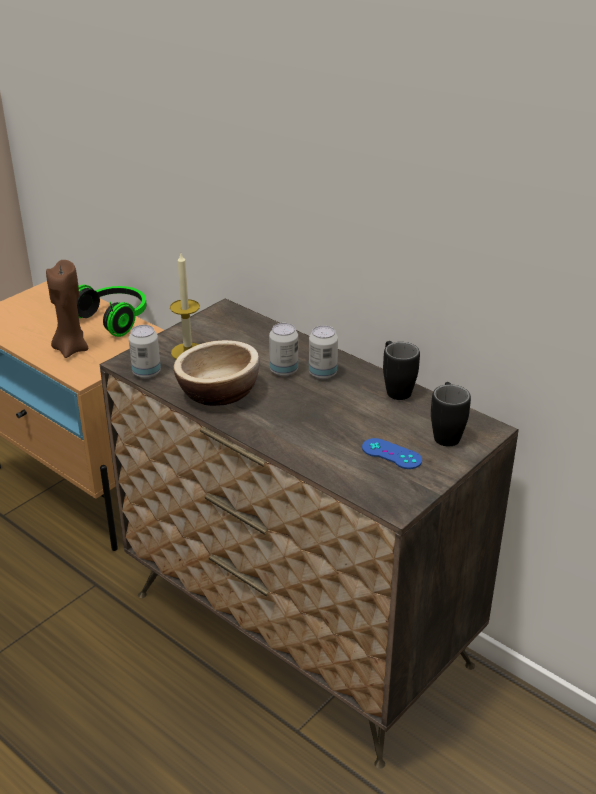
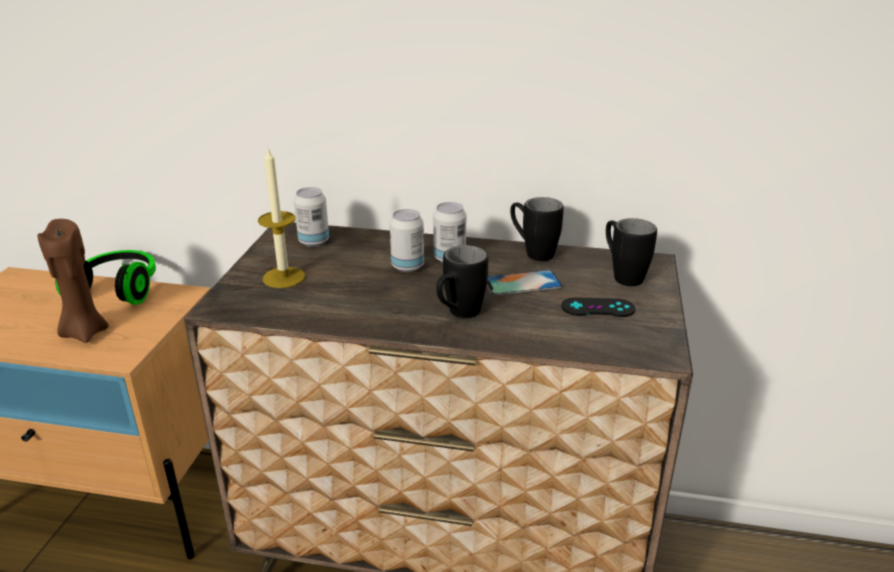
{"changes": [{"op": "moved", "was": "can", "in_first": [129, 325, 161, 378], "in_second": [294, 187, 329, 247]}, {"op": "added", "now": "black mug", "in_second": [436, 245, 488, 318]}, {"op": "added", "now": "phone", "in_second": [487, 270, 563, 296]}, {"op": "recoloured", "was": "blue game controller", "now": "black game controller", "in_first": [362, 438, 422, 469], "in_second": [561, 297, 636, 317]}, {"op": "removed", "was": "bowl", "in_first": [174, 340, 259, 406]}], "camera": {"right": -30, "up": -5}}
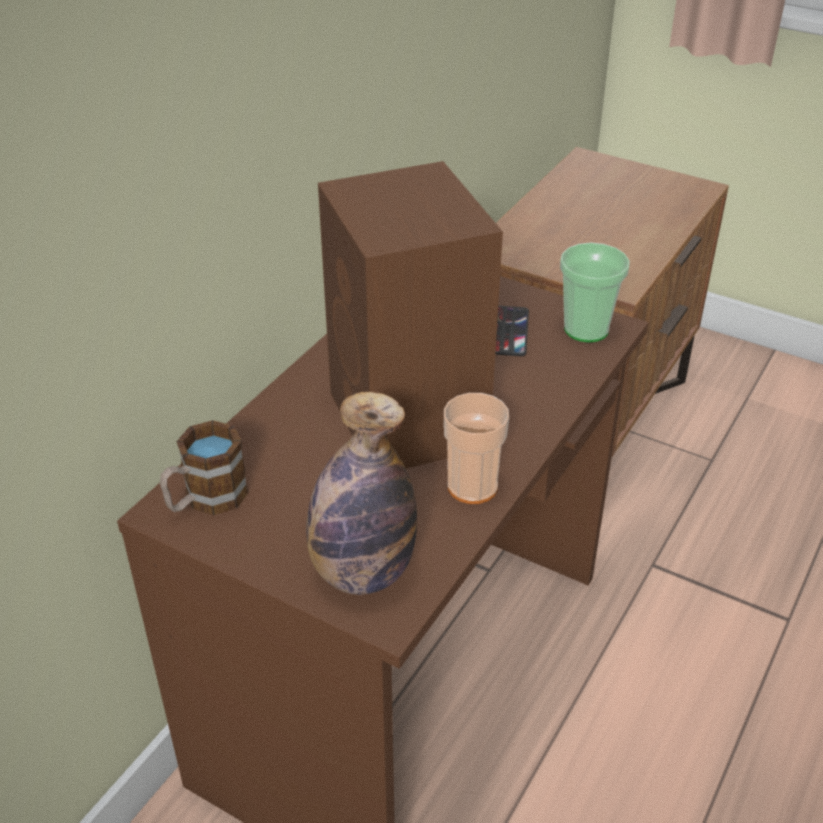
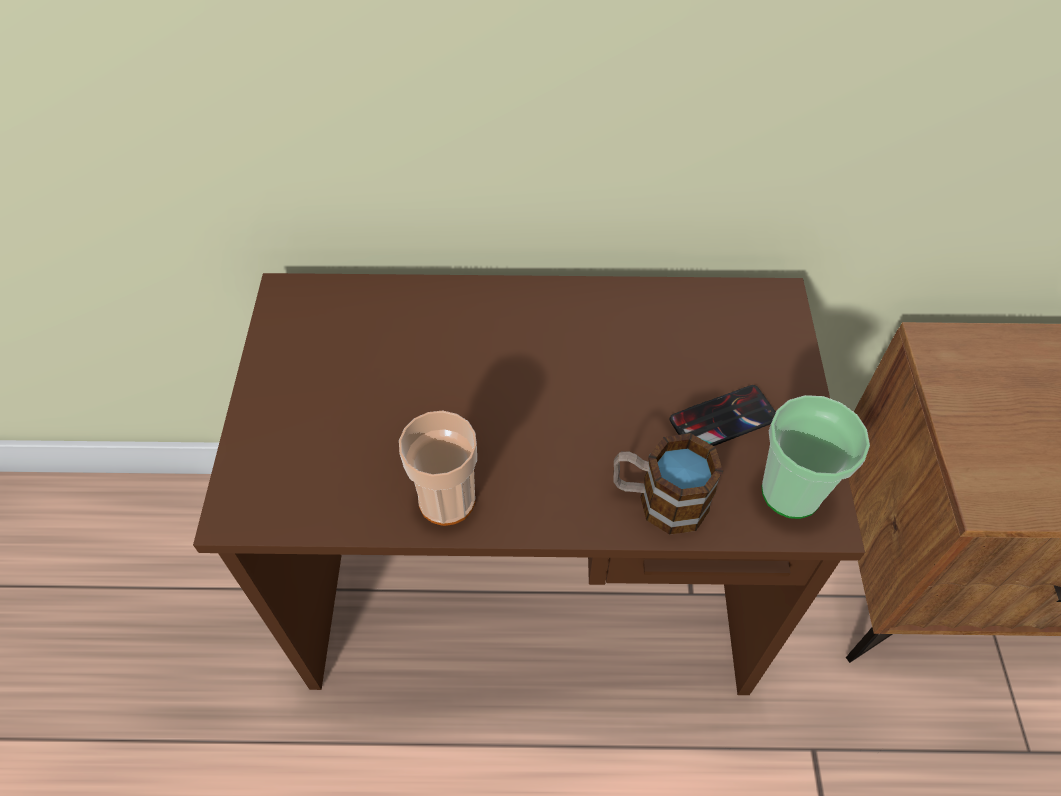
{"changes": [{"op": "moved", "was": "mug", "in_first": [160, 420, 249, 515], "in_second": [613, 433, 723, 535]}, {"op": "removed", "was": "bottle", "in_first": [306, 392, 417, 595]}, {"op": "removed", "was": "brown speaker", "in_first": [318, 161, 503, 469]}], "camera": {"right": 60, "up": 15}}
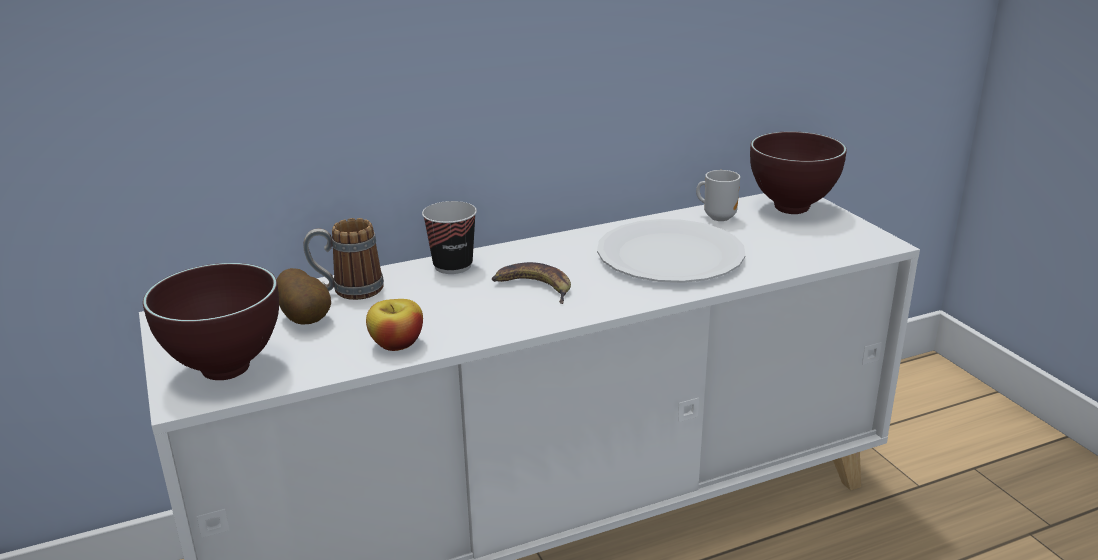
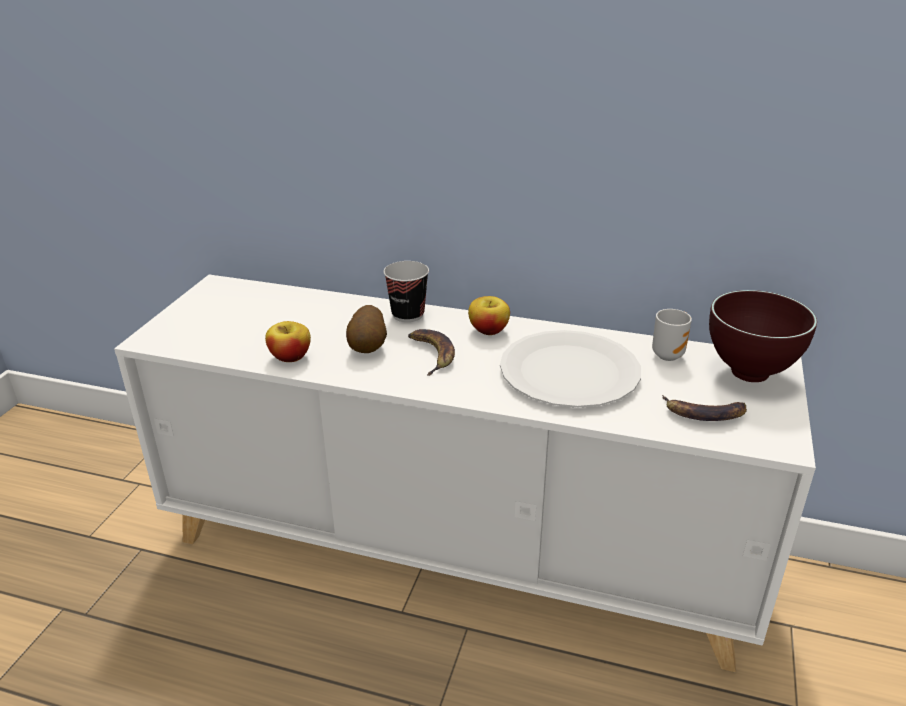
{"changes": [{"op": "moved", "was": "potato", "in_first": [277, 268, 331, 325], "in_second": [346, 305, 387, 353]}, {"op": "added", "now": "apple", "in_second": [468, 296, 510, 335]}, {"op": "added", "now": "banana", "in_second": [662, 395, 747, 421]}, {"op": "removed", "was": "brown bowl", "in_first": [143, 263, 279, 380]}, {"op": "removed", "was": "mug", "in_first": [304, 218, 384, 300]}], "camera": {"right": 40, "up": 5}}
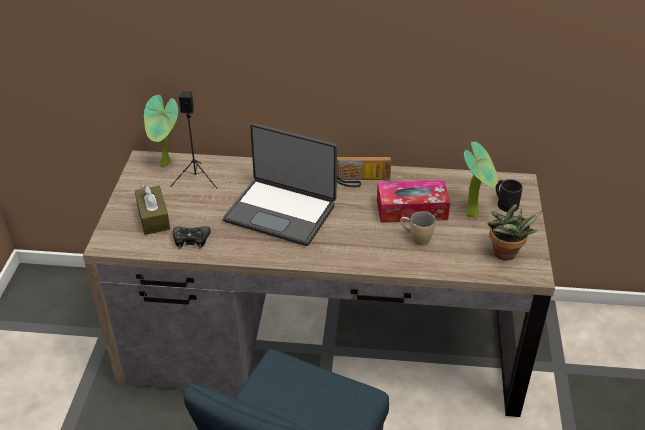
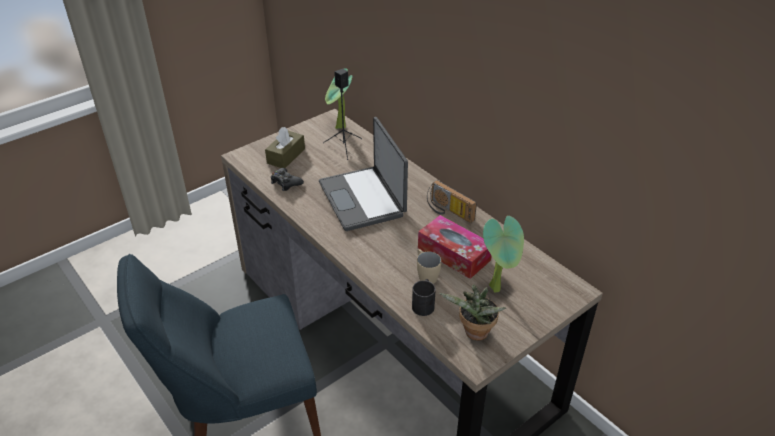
{"changes": [{"op": "moved", "was": "black mug", "in_first": [496, 179, 523, 212], "in_second": [412, 279, 436, 316]}], "camera": {"right": 45, "up": 0}}
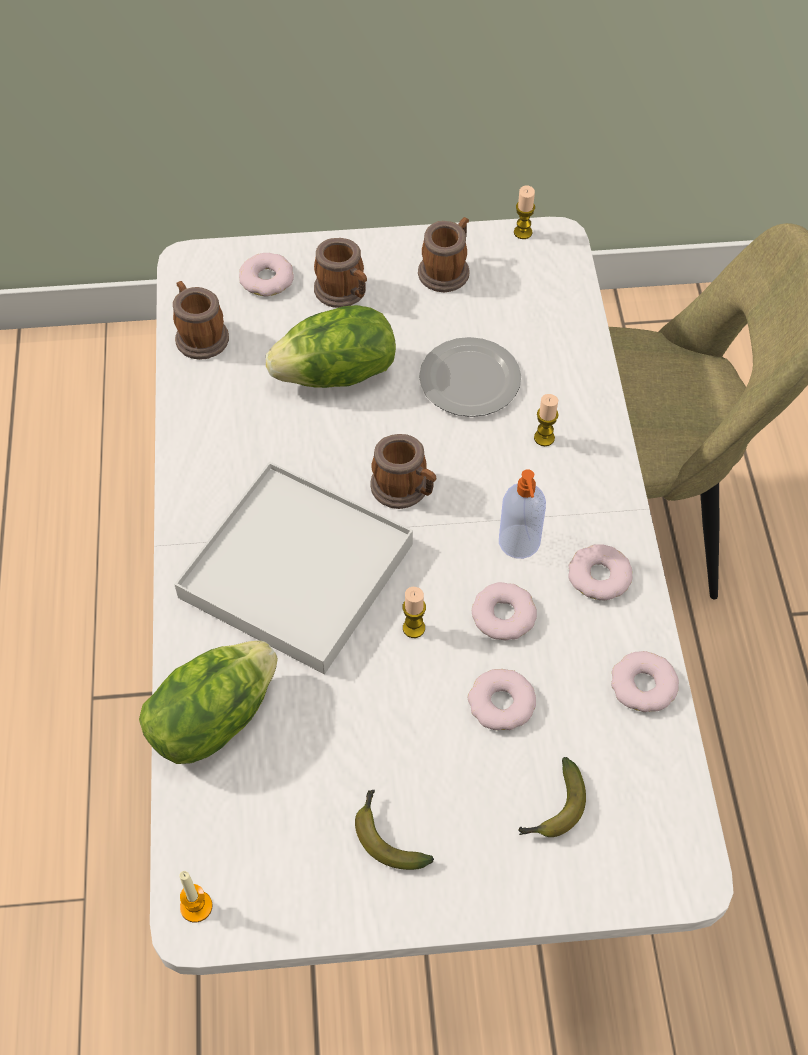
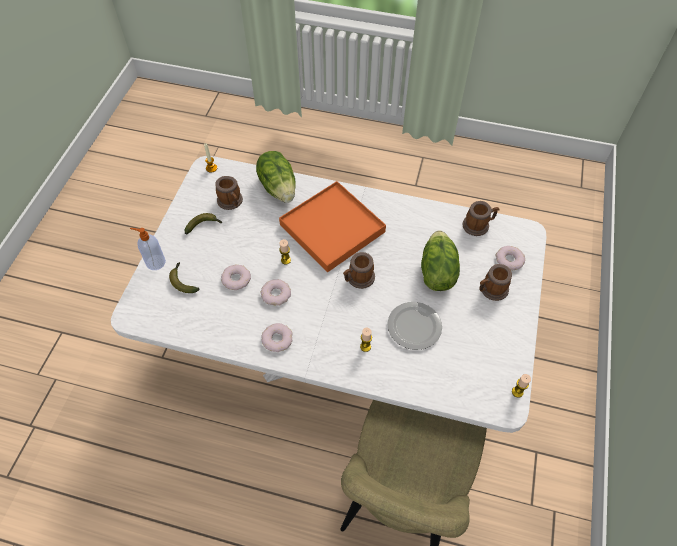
{"changes": [{"op": "moved", "was": "soap dispenser", "in_first": [499, 469, 546, 559], "in_second": [130, 228, 166, 270]}, {"op": "moved", "was": "mug", "in_first": [418, 217, 470, 292], "in_second": [215, 176, 243, 210]}, {"op": "recoloured", "was": "white tray", "now": "orange tray", "in_first": [174, 461, 413, 674], "in_second": [279, 181, 386, 273]}, {"op": "removed", "was": "donut", "in_first": [611, 651, 679, 712]}], "camera": {"right": 110, "up": 0}}
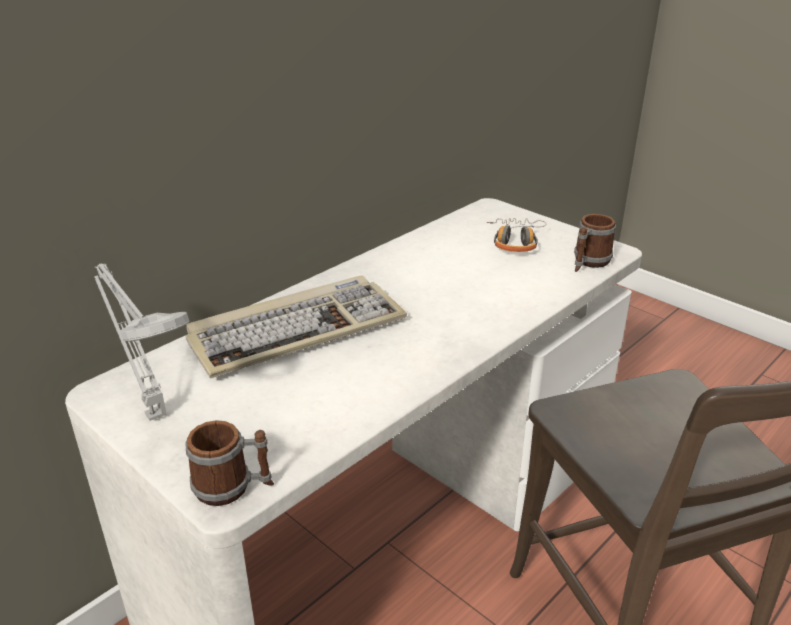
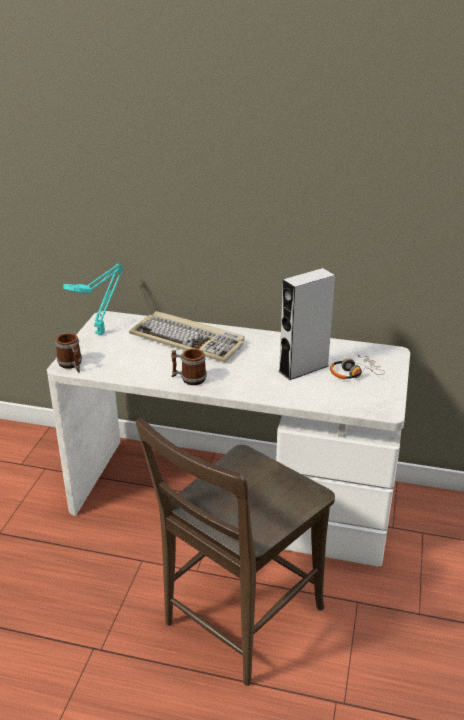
{"changes": [{"op": "recoloured", "was": "grey table lamp", "now": "turquoise table lamp", "in_first": [94, 263, 190, 421], "in_second": [63, 264, 123, 335]}, {"op": "moved", "was": "mug", "in_first": [574, 214, 616, 272], "in_second": [171, 349, 207, 385]}, {"op": "added", "now": "grey speaker", "in_second": [278, 268, 335, 380]}], "camera": {"right": 60, "up": 0}}
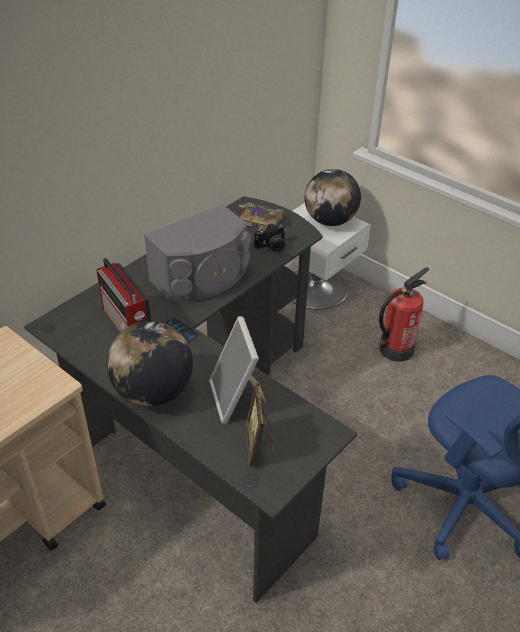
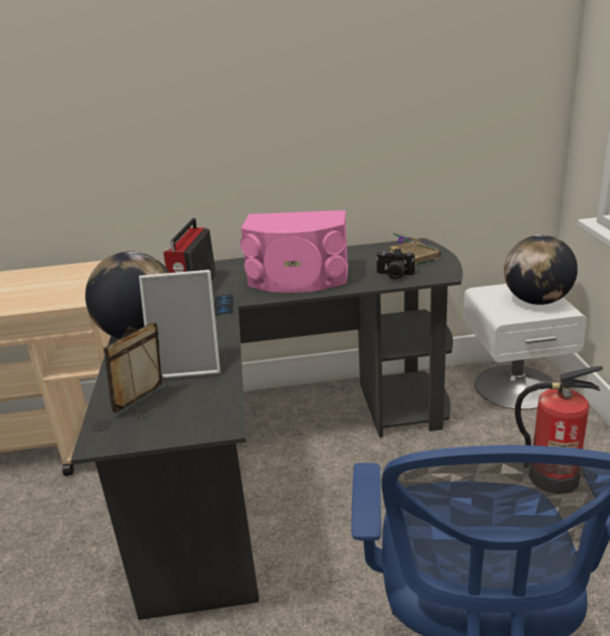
{"changes": [{"op": "turned", "was": "picture frame", "in_first": [209, 316, 266, 424], "in_second": [139, 270, 220, 379], "clockwise": -120}, {"op": "recoloured", "was": "grey speaker", "now": "pink speaker", "in_first": [144, 204, 251, 302], "in_second": [240, 210, 348, 293]}], "camera": {"right": 45, "up": -15}}
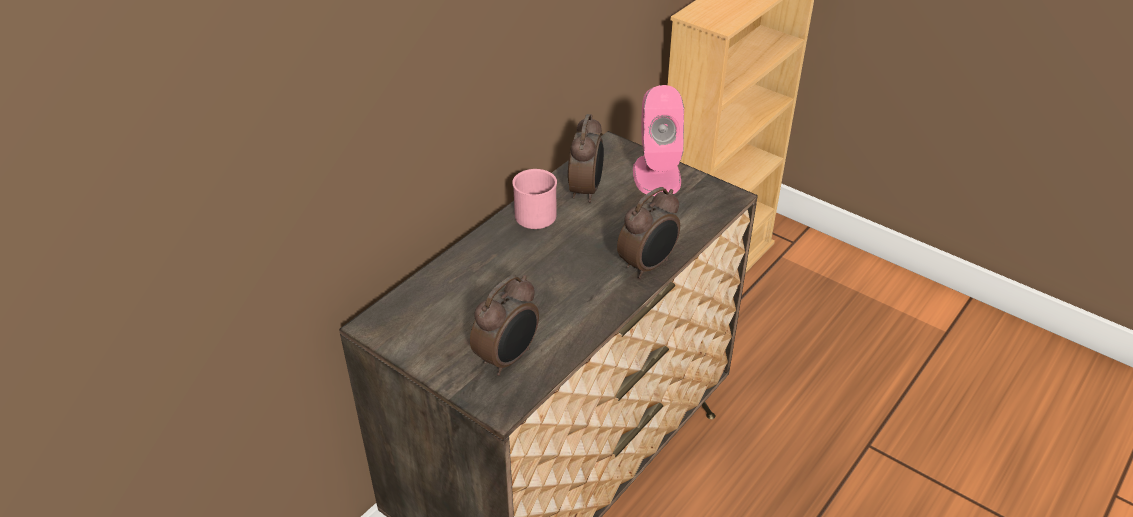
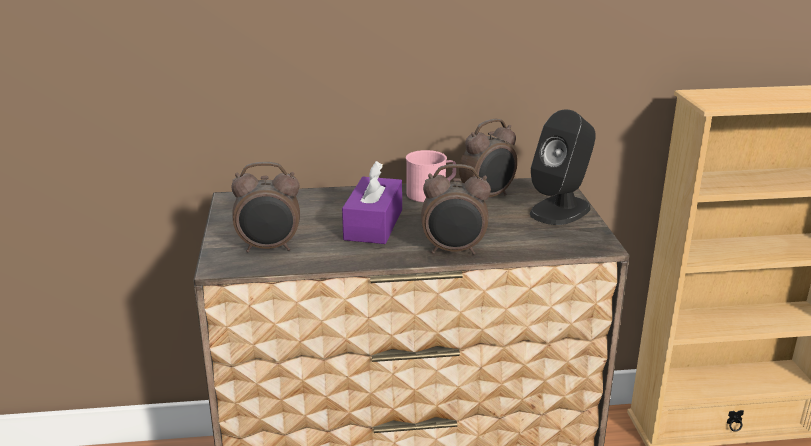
{"changes": [{"op": "added", "now": "purple tissue box", "in_second": [342, 161, 402, 244]}, {"op": "recoloured", "was": "pink speaker", "now": "black speaker", "in_first": [633, 85, 684, 196], "in_second": [530, 109, 596, 225]}], "camera": {"right": 45, "up": -15}}
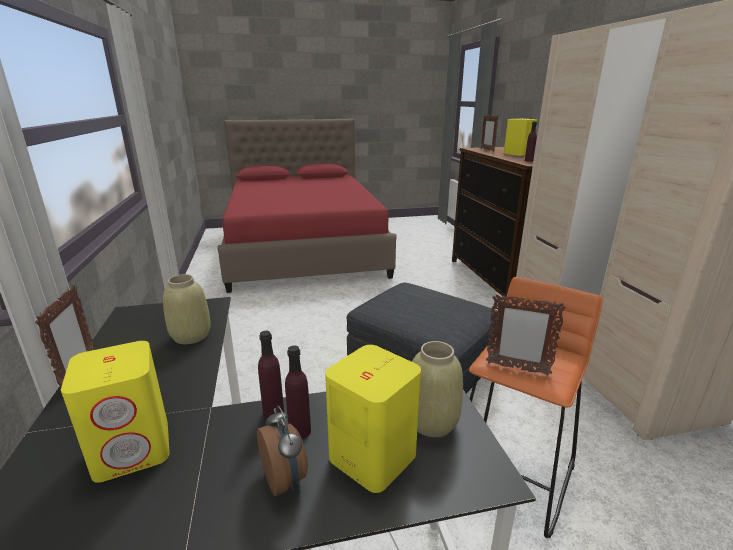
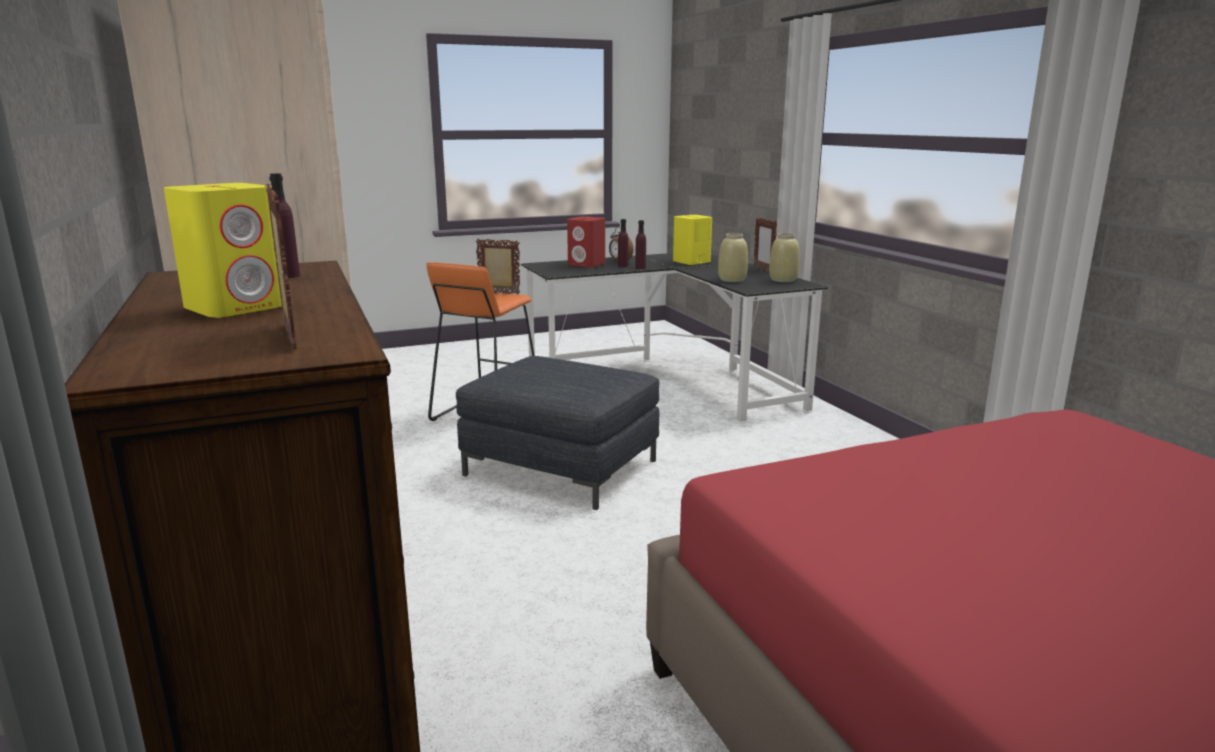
{"changes": [{"op": "recoloured", "was": "yellow speaker", "now": "red speaker", "in_first": [325, 345, 421, 493], "in_second": [567, 216, 605, 267]}, {"op": "moved", "was": "beige vase", "in_first": [412, 341, 463, 437], "in_second": [769, 233, 800, 282]}], "camera": {"right": 170, "up": -5}}
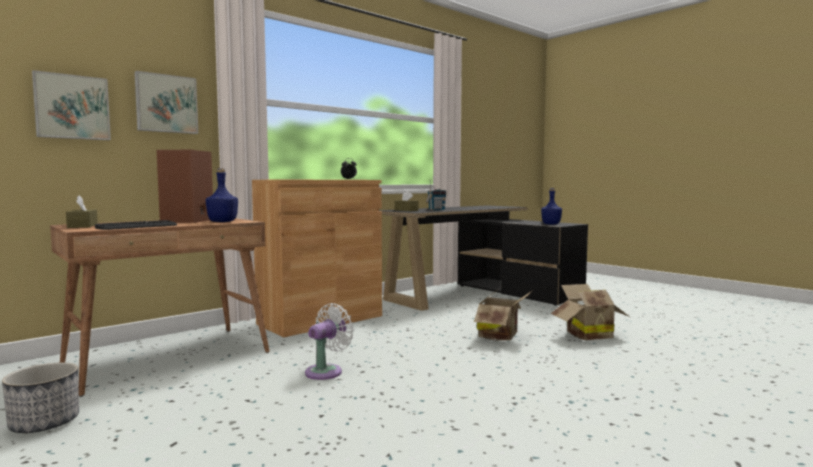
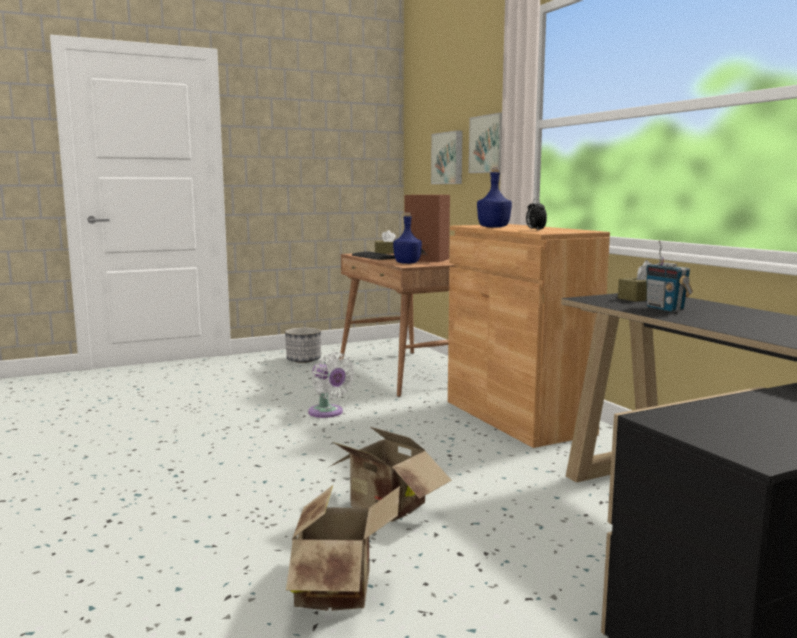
{"changes": [{"op": "moved", "was": "blue bottle", "in_first": [541, 188, 562, 225], "in_second": [477, 168, 512, 228]}], "camera": {"right": 105, "up": 5}}
